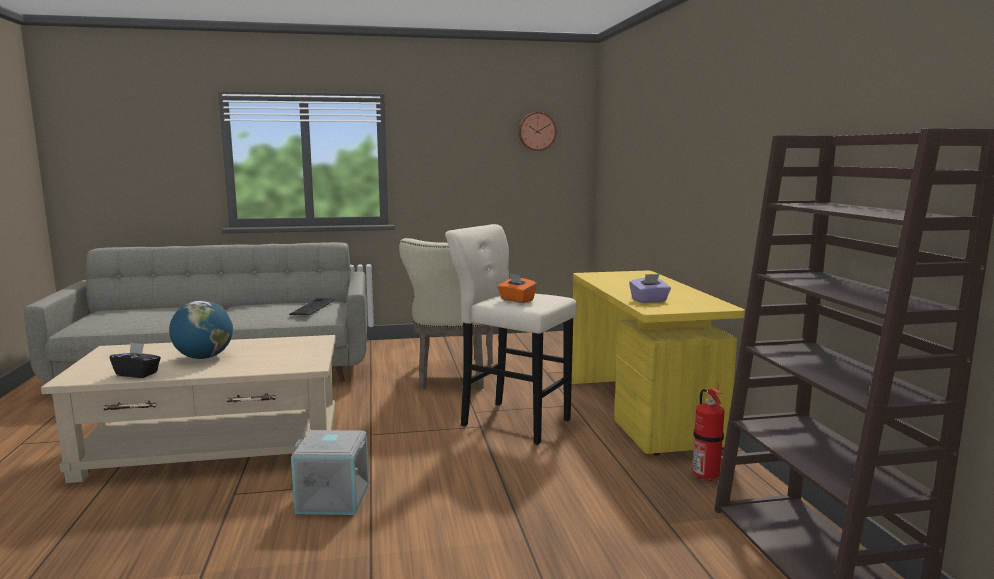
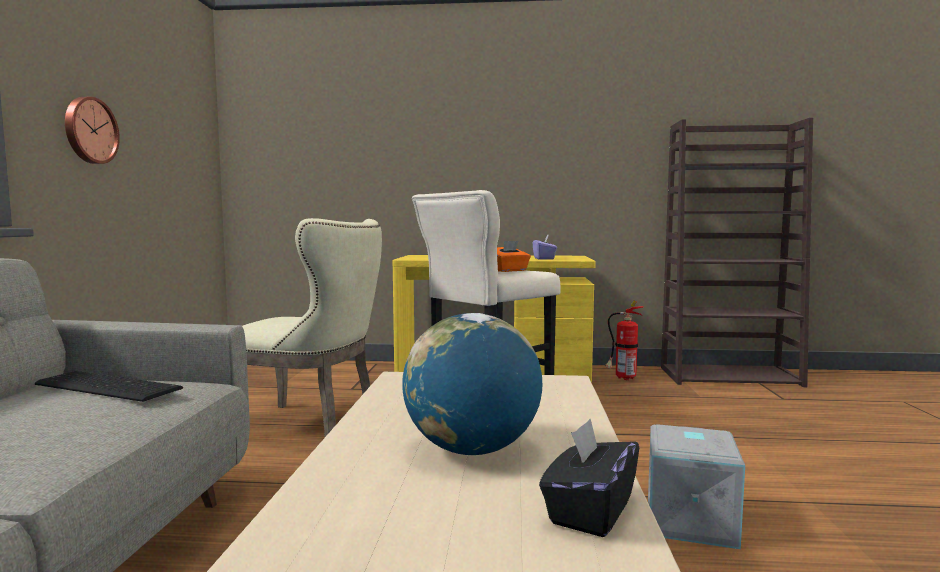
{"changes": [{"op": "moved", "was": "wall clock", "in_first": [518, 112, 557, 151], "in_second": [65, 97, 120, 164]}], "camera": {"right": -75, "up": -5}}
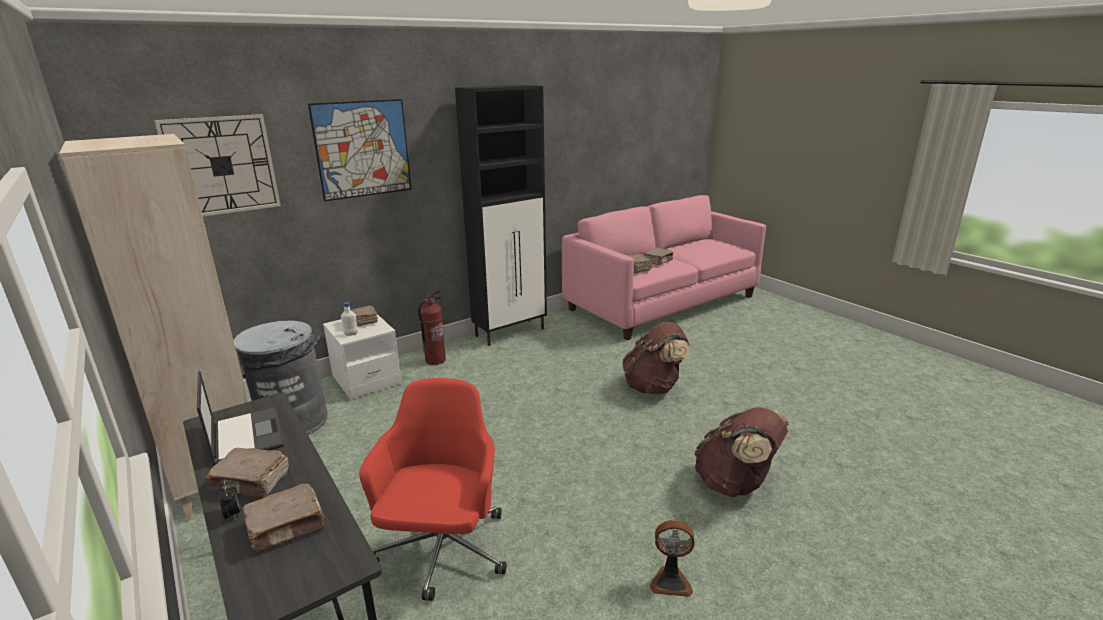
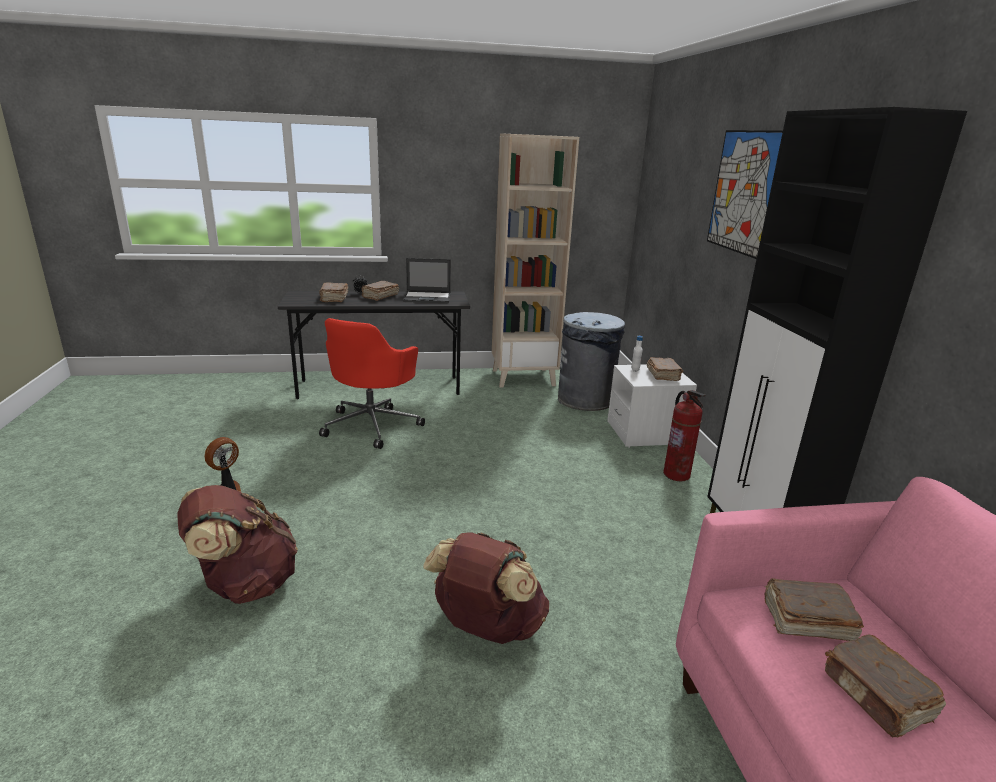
{"changes": [{"op": "turned", "was": "red office chair", "in_first": [359, 378, 506, 601], "in_second": [319, 318, 425, 449], "clockwise": 75}, {"op": "removed", "was": "wall clock", "in_first": [154, 114, 281, 216]}], "camera": {"right": 115, "up": 0}}
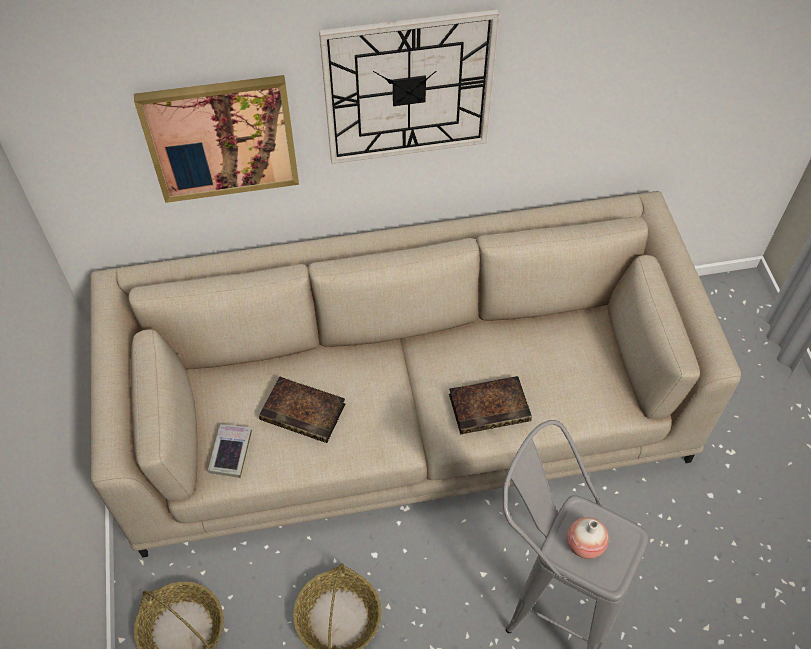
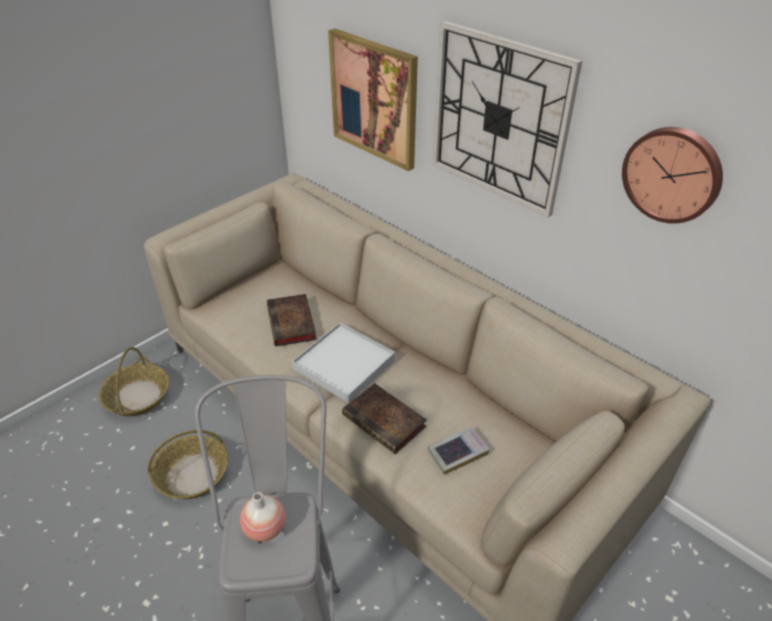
{"changes": [{"op": "added", "now": "white tray", "in_second": [292, 323, 395, 403]}, {"op": "moved", "was": "book", "in_first": [208, 424, 252, 478], "in_second": [428, 427, 490, 475]}, {"op": "added", "now": "wall clock", "in_second": [622, 127, 723, 224]}], "camera": {"right": 55, "up": -15}}
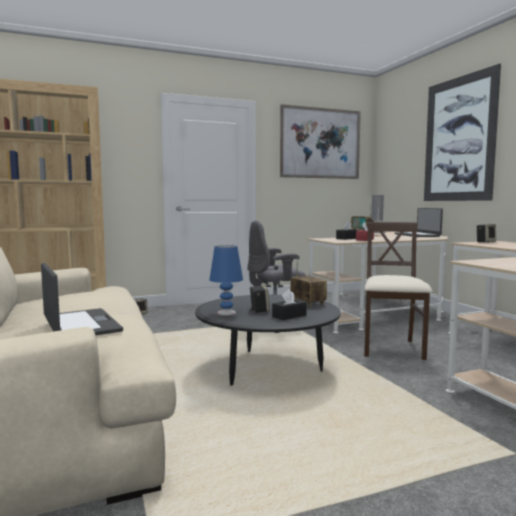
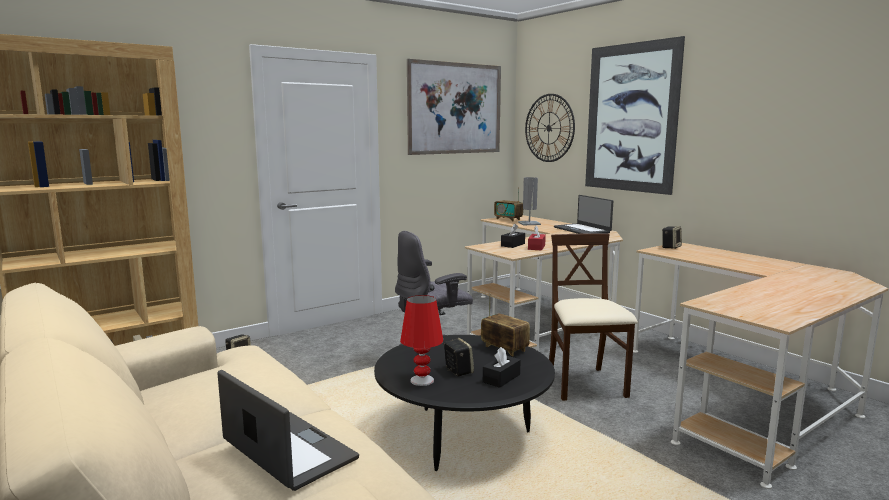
{"changes": [{"op": "recoloured", "was": "blue table lamp", "now": "red table lamp", "in_first": [209, 245, 243, 315], "in_second": [400, 295, 443, 386]}, {"op": "added", "now": "wall clock", "in_second": [525, 94, 575, 162]}], "camera": {"right": -15, "up": 5}}
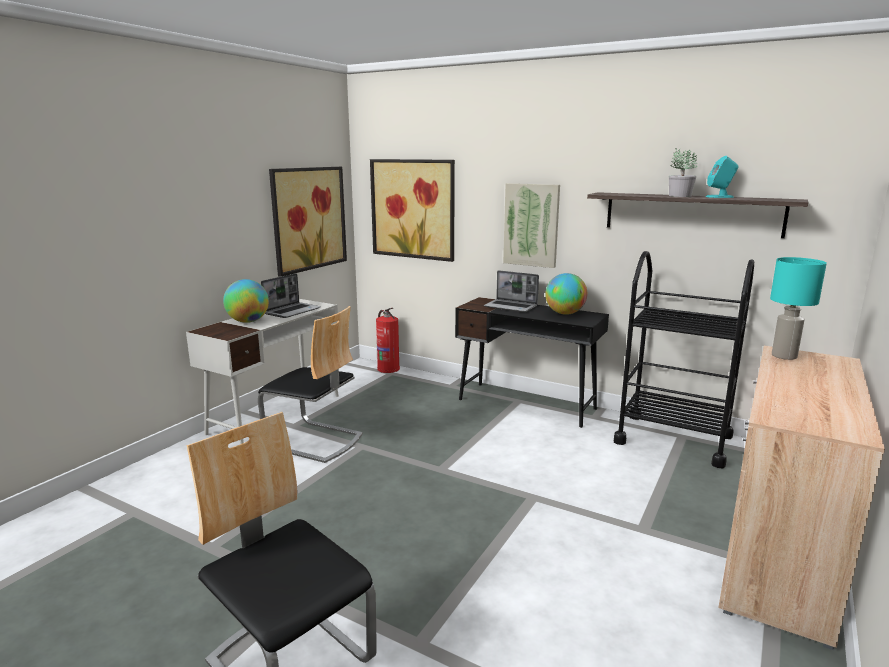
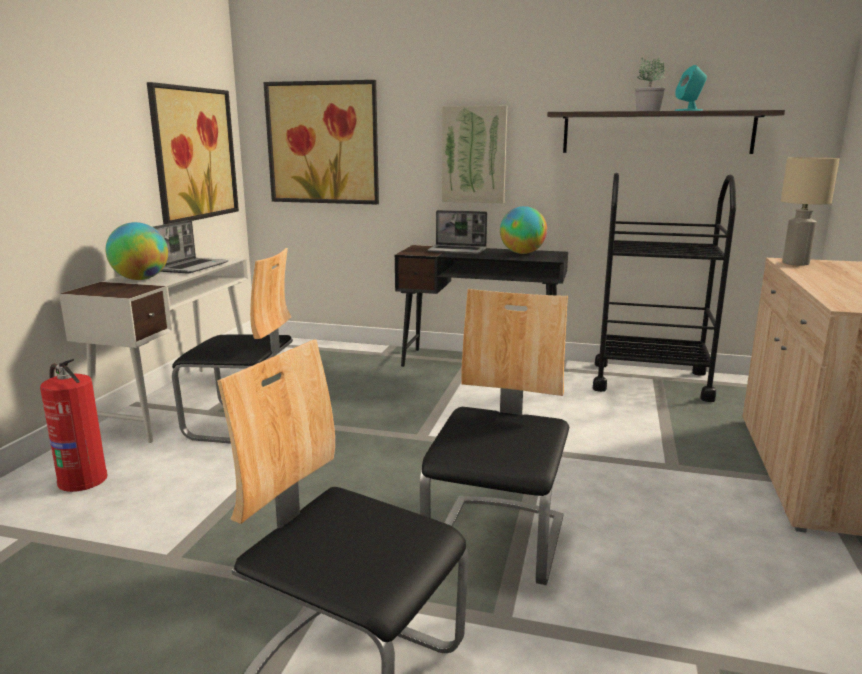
{"changes": [{"op": "moved", "was": "fire extinguisher", "in_first": [376, 308, 400, 373], "in_second": [40, 359, 107, 492]}, {"op": "added", "now": "chair", "in_second": [420, 289, 569, 585]}, {"op": "recoloured", "was": "turquoise table lamp", "now": "beige table lamp", "in_first": [770, 257, 827, 360], "in_second": [781, 157, 839, 266]}], "camera": {"right": -15, "up": 0}}
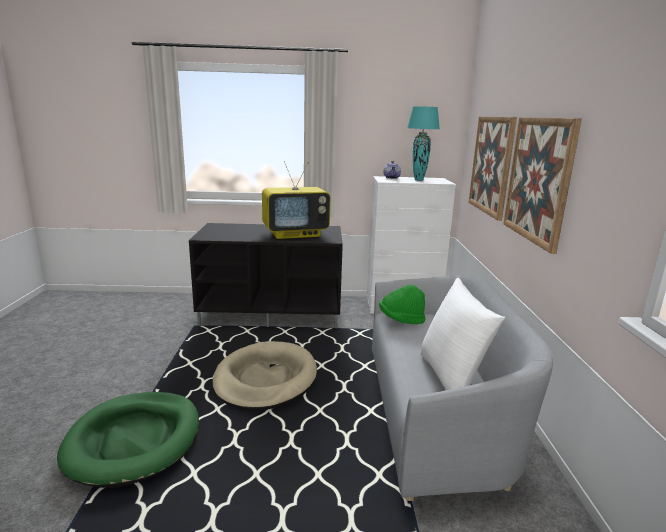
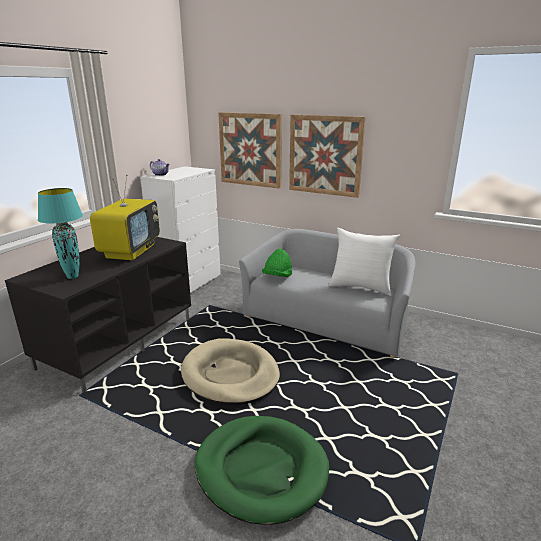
{"changes": [{"op": "moved", "was": "turquoise table lamp", "in_first": [407, 106, 440, 181], "in_second": [38, 188, 83, 279]}], "camera": {"right": -60, "up": 5}}
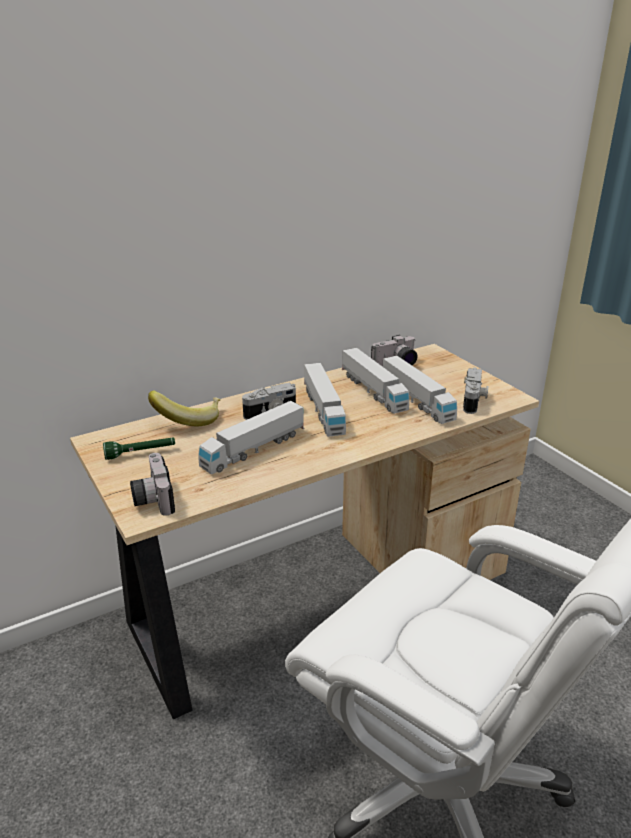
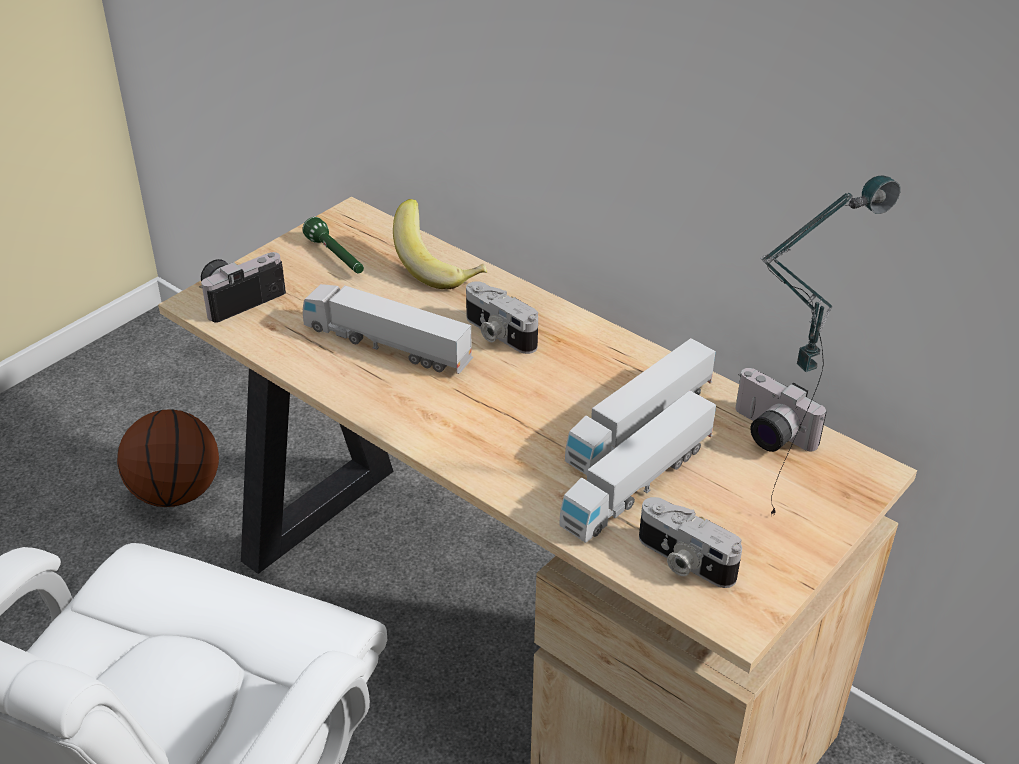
{"changes": [{"op": "added", "now": "basketball", "in_second": [117, 409, 219, 507]}, {"op": "turned", "was": "photo camera", "in_first": [463, 367, 488, 414], "in_second": [639, 497, 742, 588], "clockwise": 45}, {"op": "added", "now": "table lamp", "in_second": [760, 176, 901, 516]}, {"op": "removed", "was": "toy truck", "in_first": [304, 363, 346, 437]}], "camera": {"right": 70, "up": 10}}
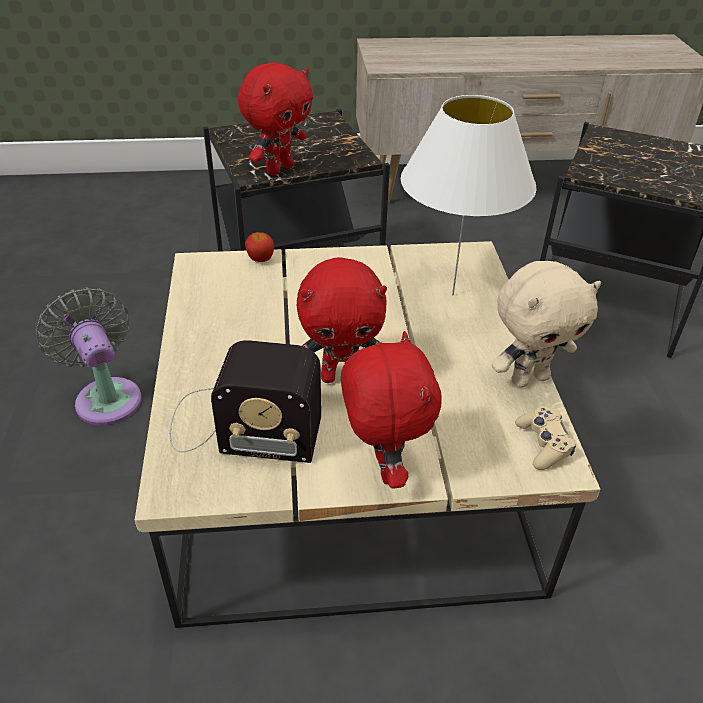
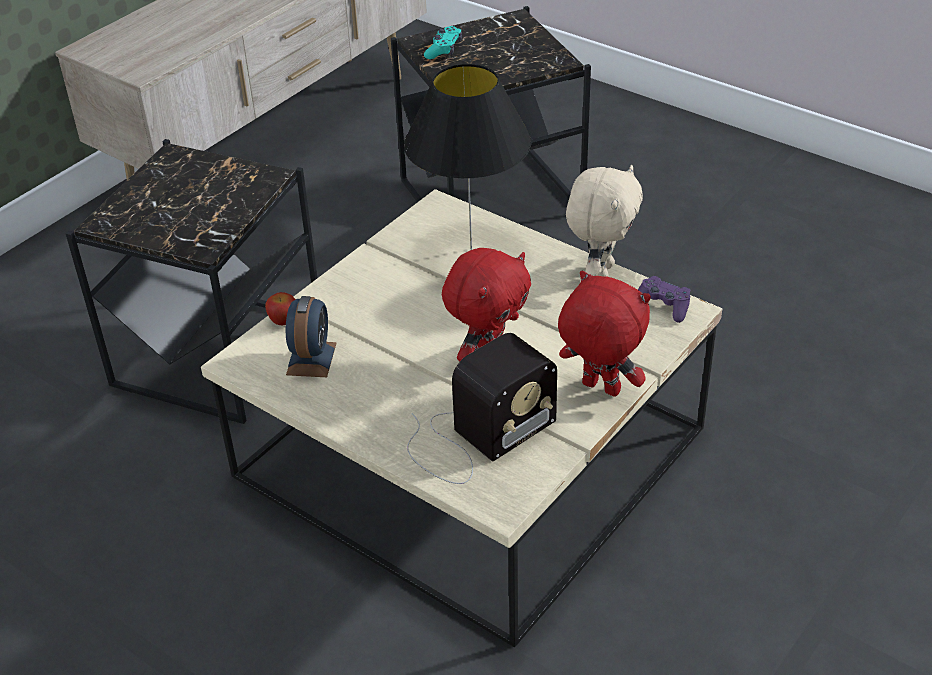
{"changes": [{"op": "added", "now": "alarm clock", "in_second": [286, 296, 337, 377]}, {"op": "recoloured", "was": "white table lamp", "now": "black table lamp", "in_first": [401, 95, 537, 295], "in_second": [404, 64, 531, 250]}, {"op": "added", "now": "turquoise game controller", "in_second": [424, 26, 462, 59]}, {"op": "recoloured", "was": "beige game controller", "now": "purple game controller", "in_first": [515, 406, 576, 470], "in_second": [638, 276, 690, 323]}, {"op": "removed", "was": "grey fan", "in_first": [36, 287, 142, 425]}, {"op": "removed", "was": "red plush toy", "in_first": [238, 62, 313, 176]}], "camera": {"right": -45, "up": 0}}
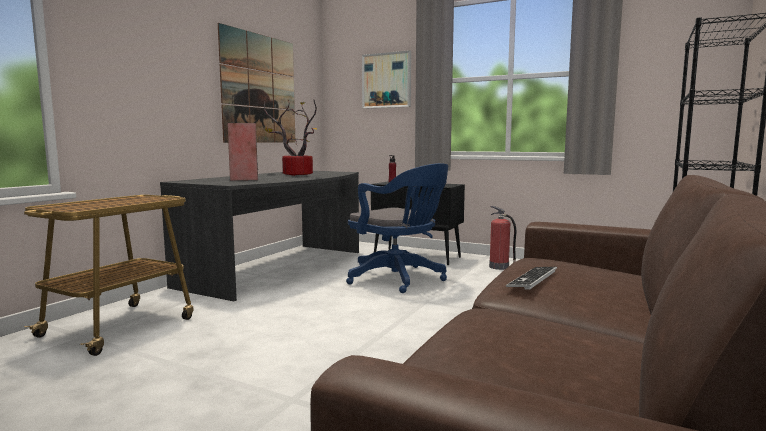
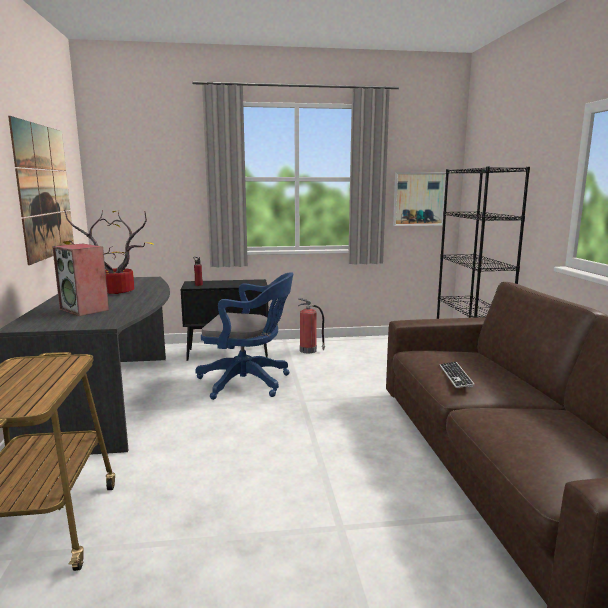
{"changes": [{"op": "moved", "was": "picture", "in_first": [362, 50, 411, 109], "in_second": [393, 172, 446, 226]}], "camera": {"right": -35, "up": 5}}
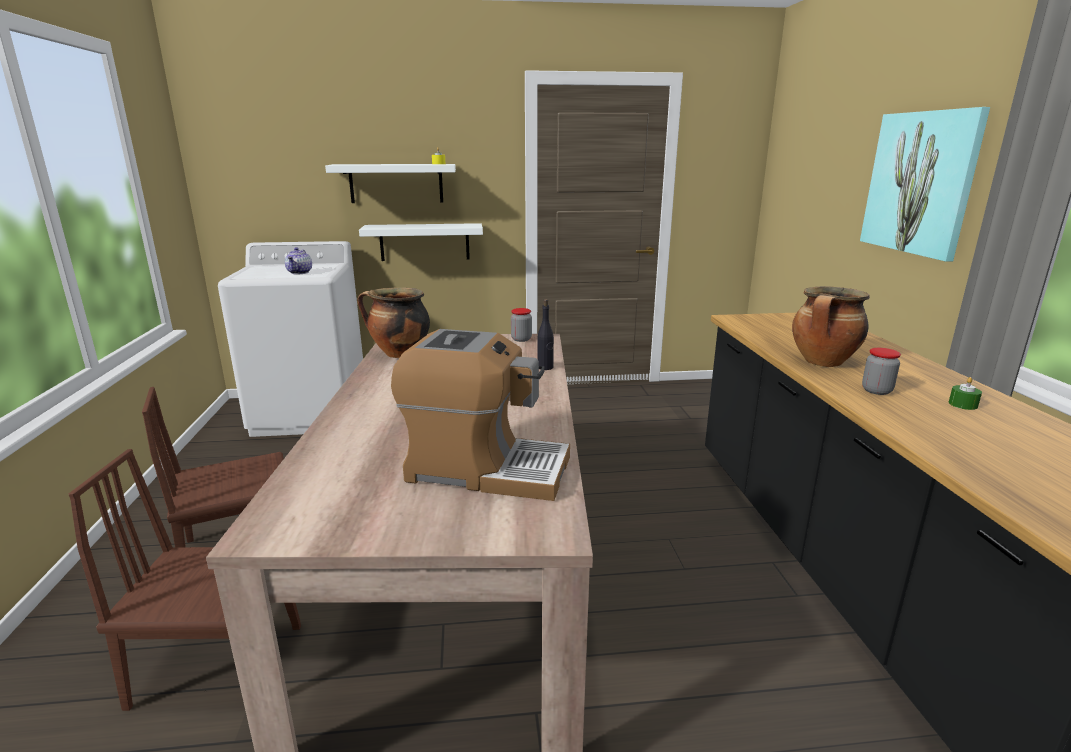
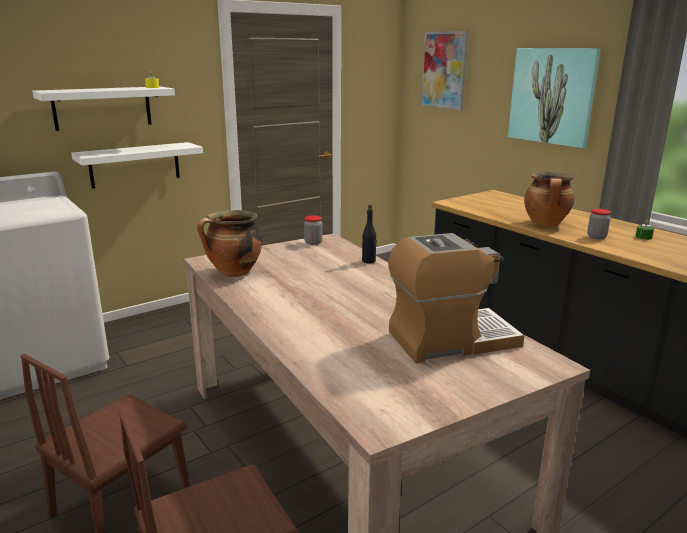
{"changes": [{"op": "added", "now": "picture", "in_second": [421, 31, 468, 110]}, {"op": "removed", "was": "teapot", "in_first": [285, 247, 312, 274]}], "camera": {"right": -30, "up": 0}}
